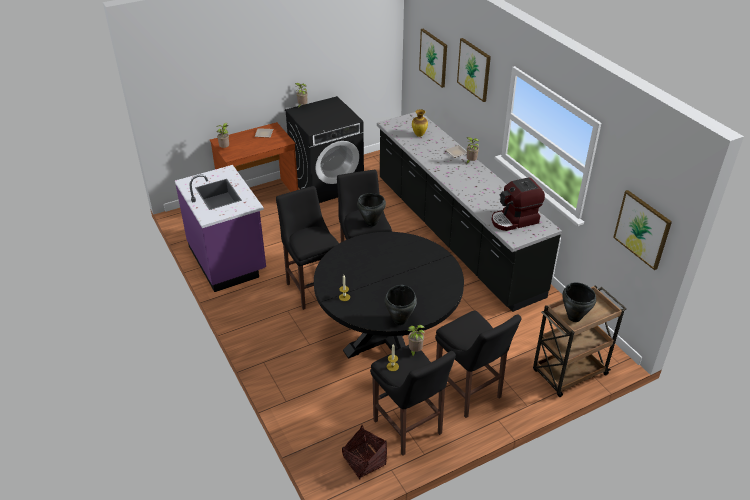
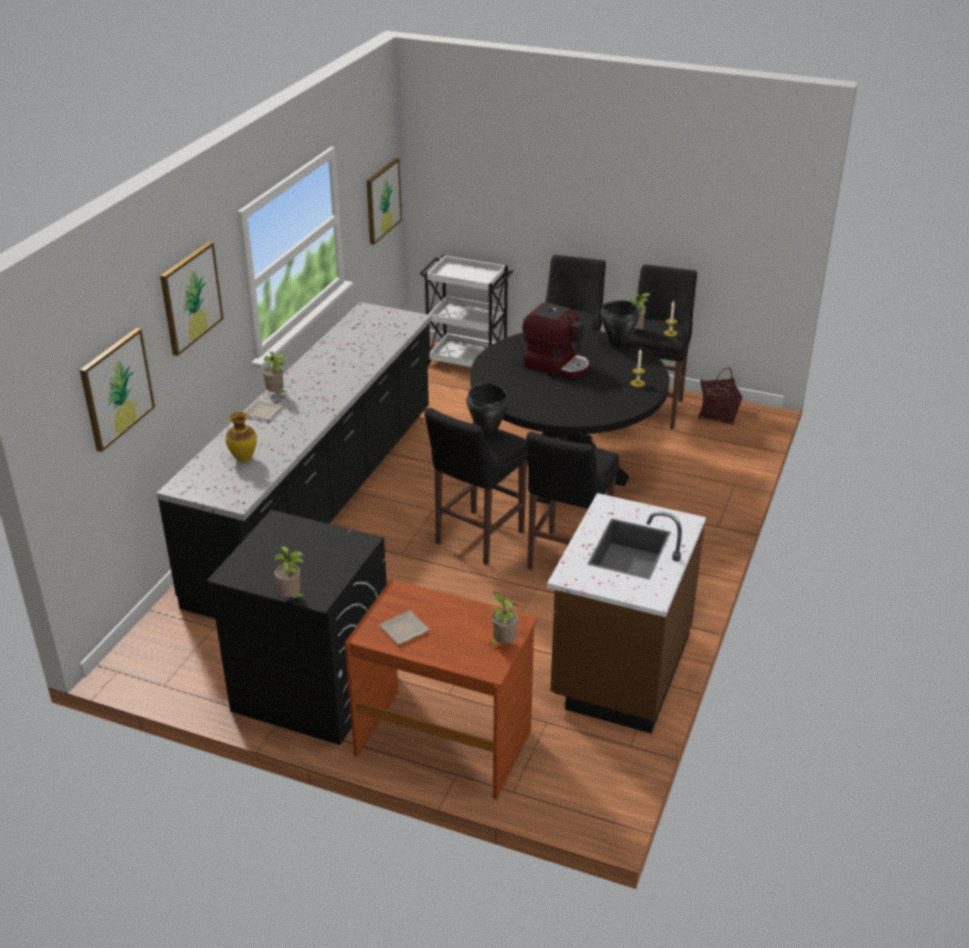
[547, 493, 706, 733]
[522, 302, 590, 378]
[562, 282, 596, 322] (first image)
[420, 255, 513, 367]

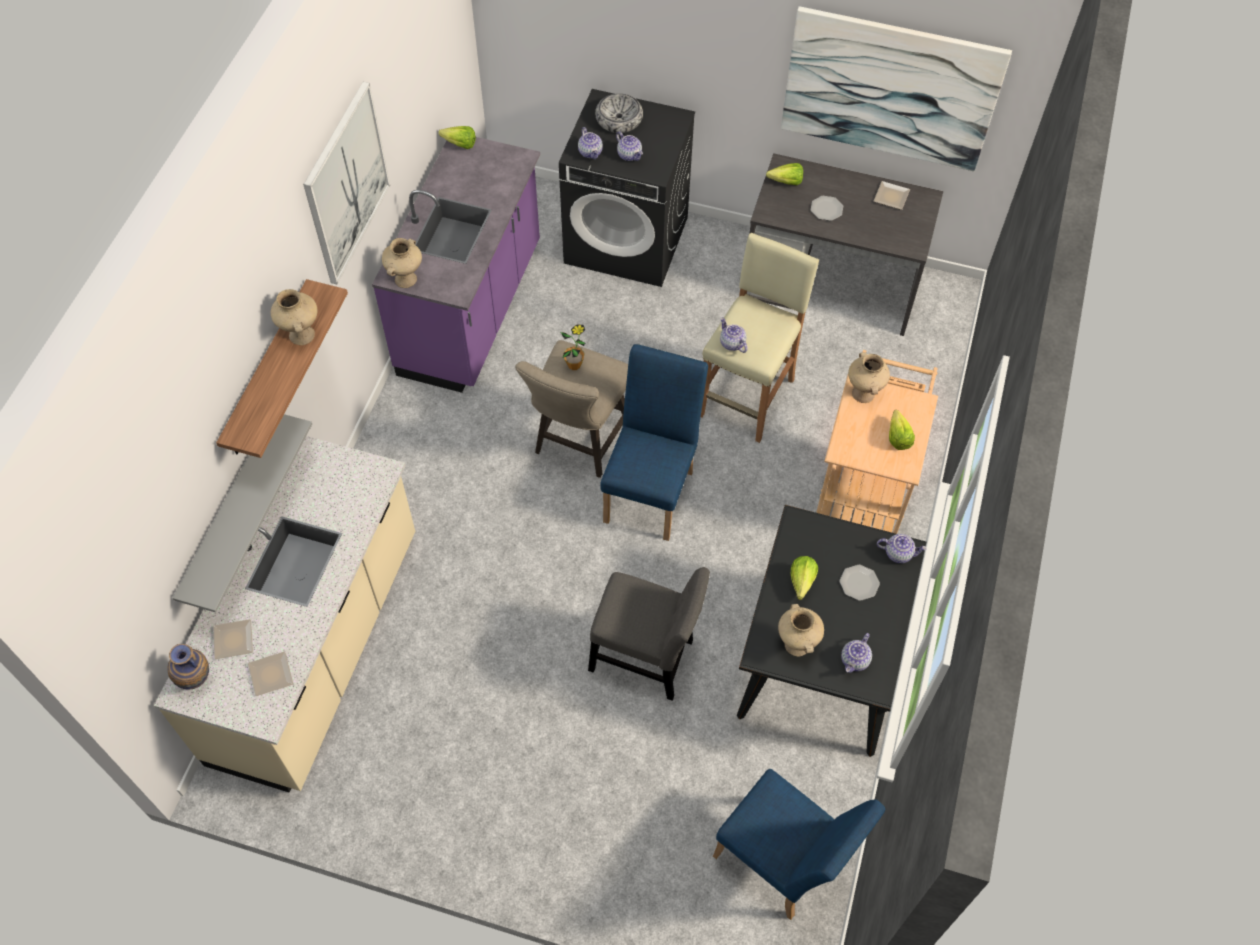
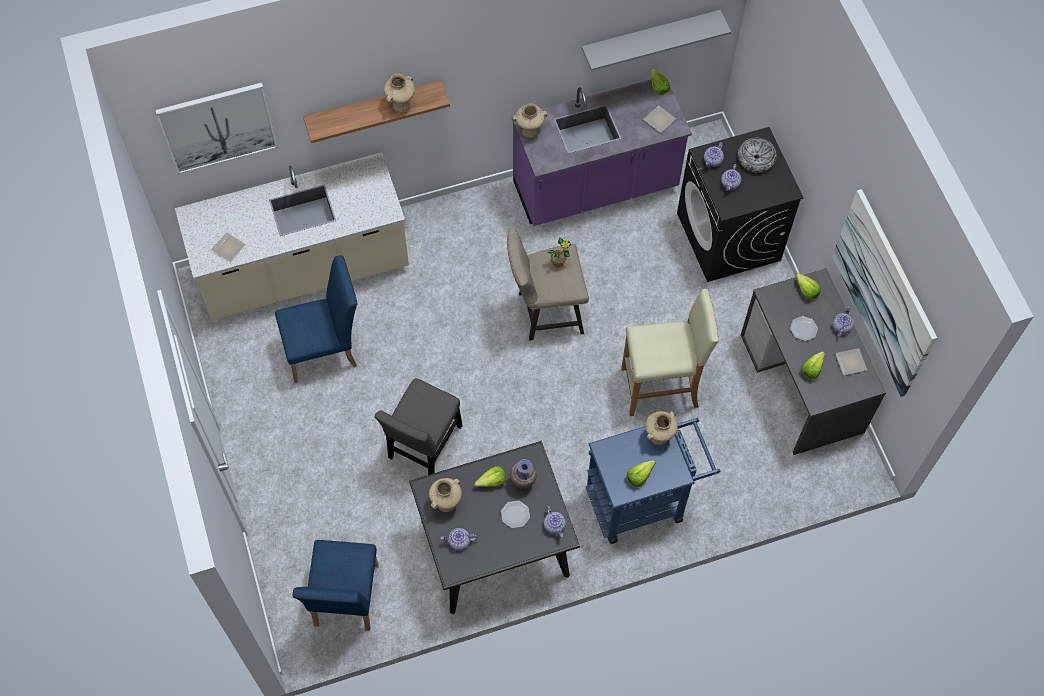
[155, 82, 278, 175]
[833, 306, 854, 338]
[275, 255, 357, 383]
[585, 418, 720, 544]
[582, 10, 731, 71]
[375, 378, 463, 475]
[643, 105, 676, 133]
[510, 459, 537, 489]
[801, 351, 825, 379]

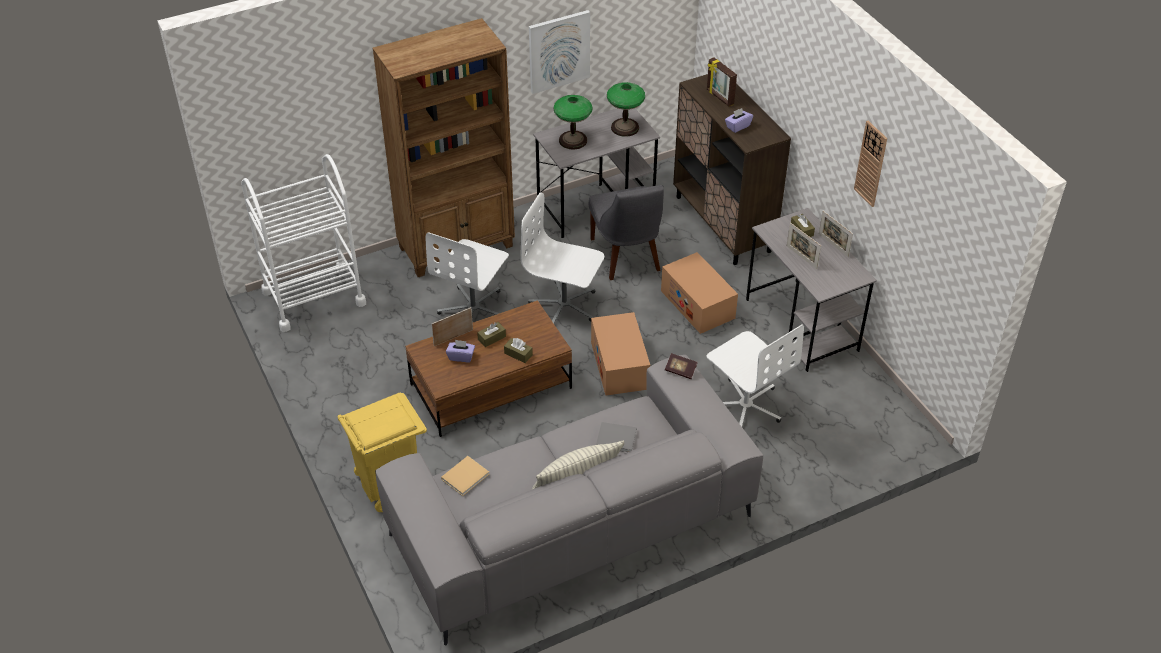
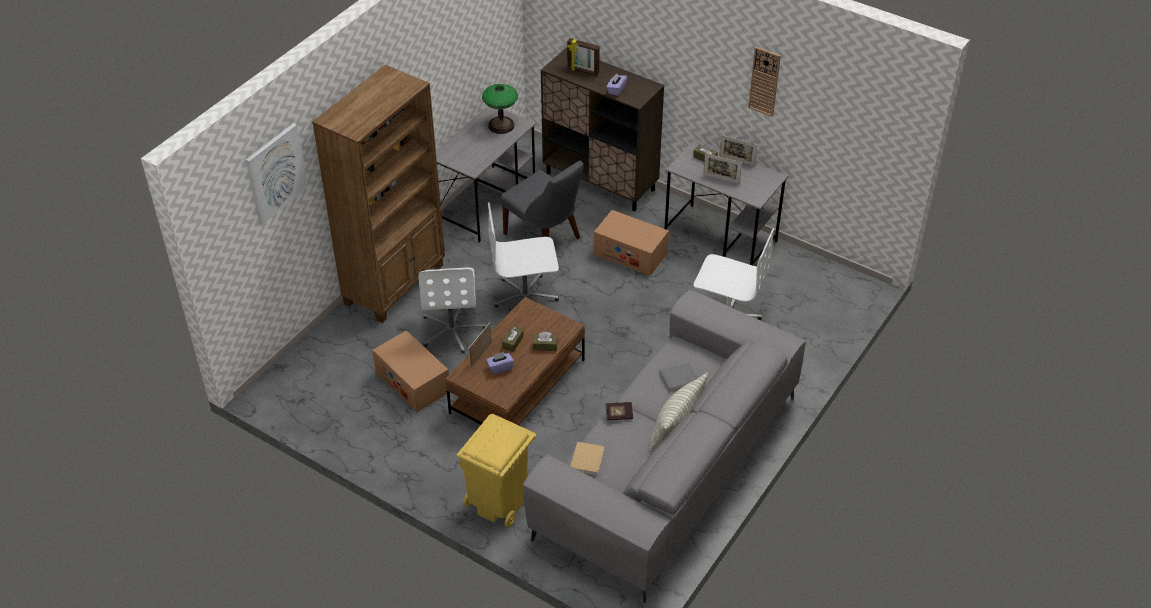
[246, 123, 308, 225]
[553, 95, 593, 150] (first image)
[241, 154, 366, 332] (first image)
[372, 330, 449, 412]
[605, 402, 633, 421]

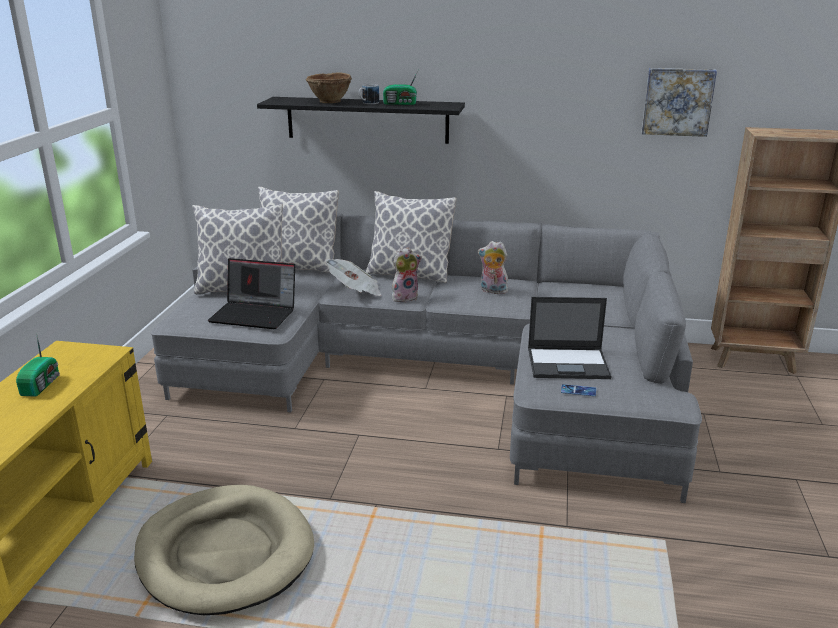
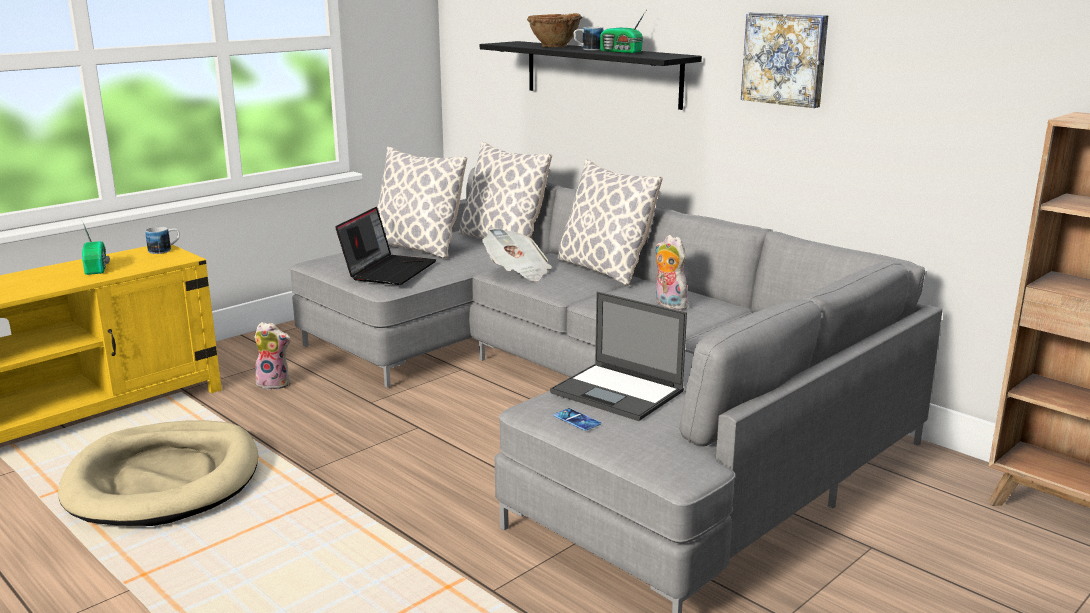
[741, 12, 828, 108]
[254, 322, 291, 390]
[335, 207, 436, 285]
[82, 221, 110, 275]
[145, 227, 180, 254]

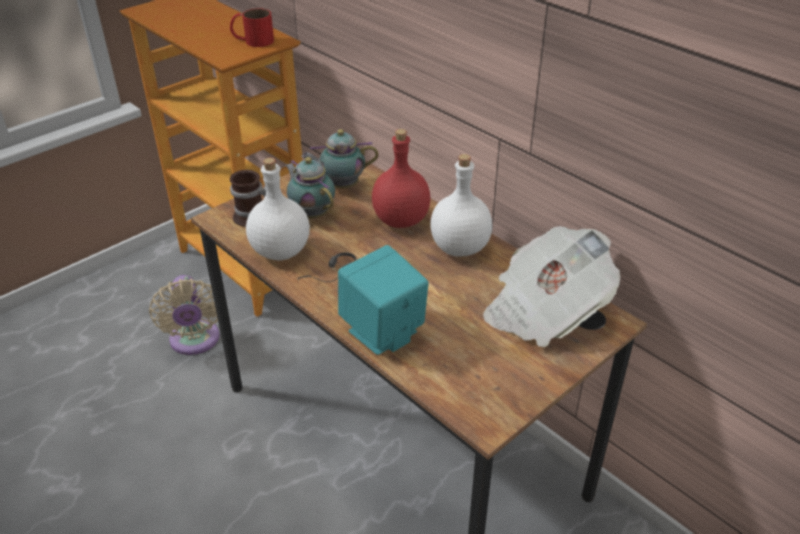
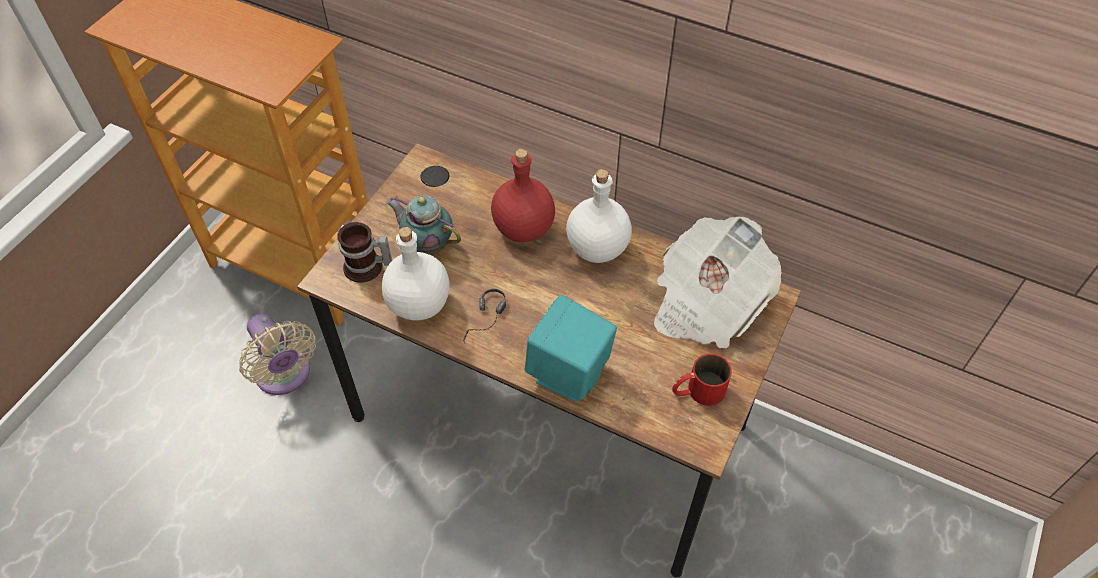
[672, 353, 732, 406]
[301, 129, 379, 188] (first image)

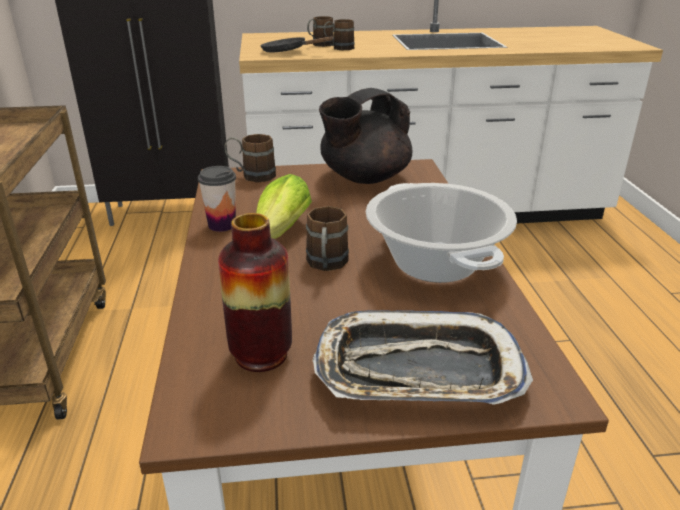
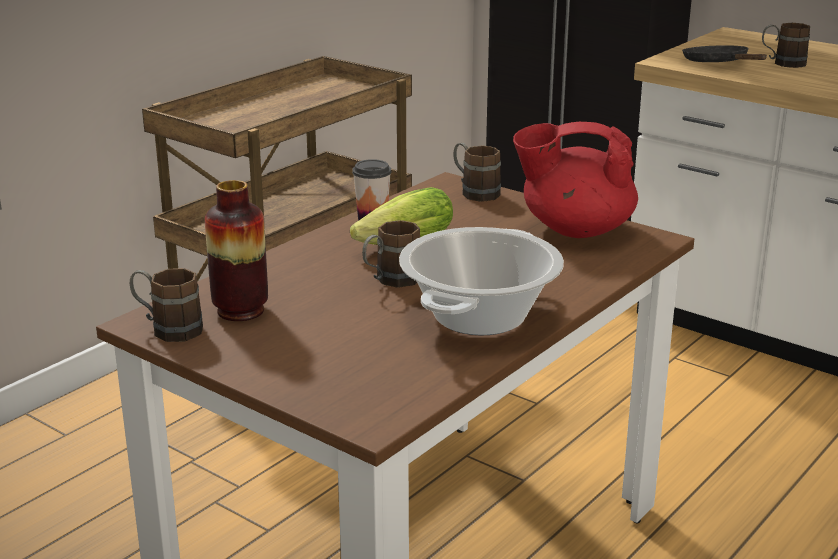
[130, 268, 203, 342]
[513, 122, 638, 238]
[313, 310, 533, 405] (first image)

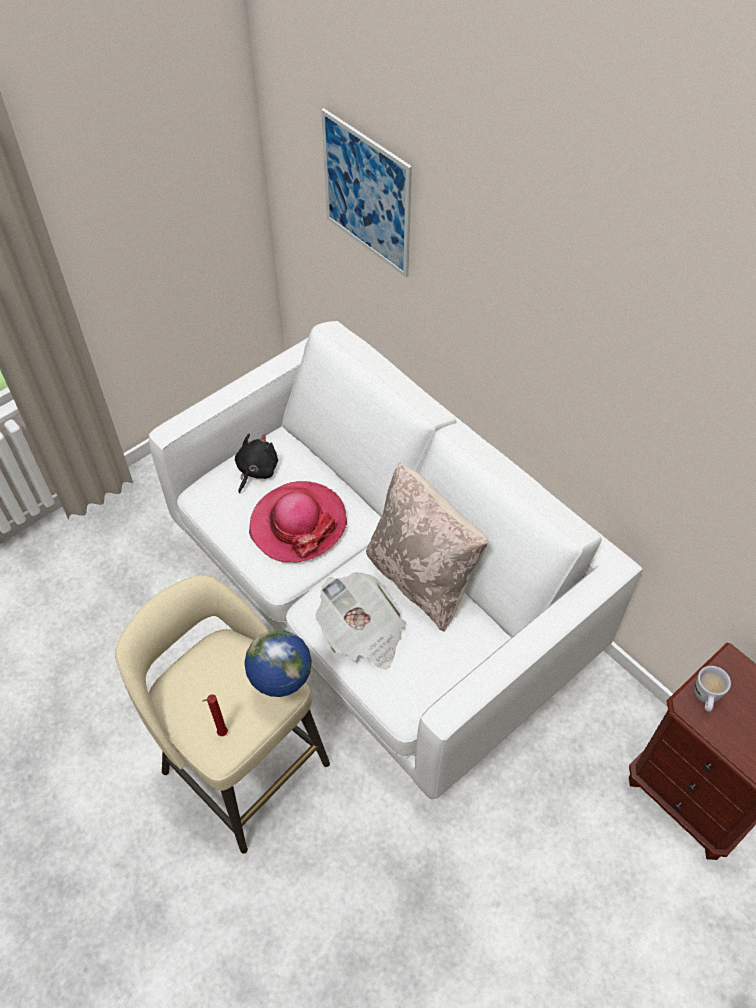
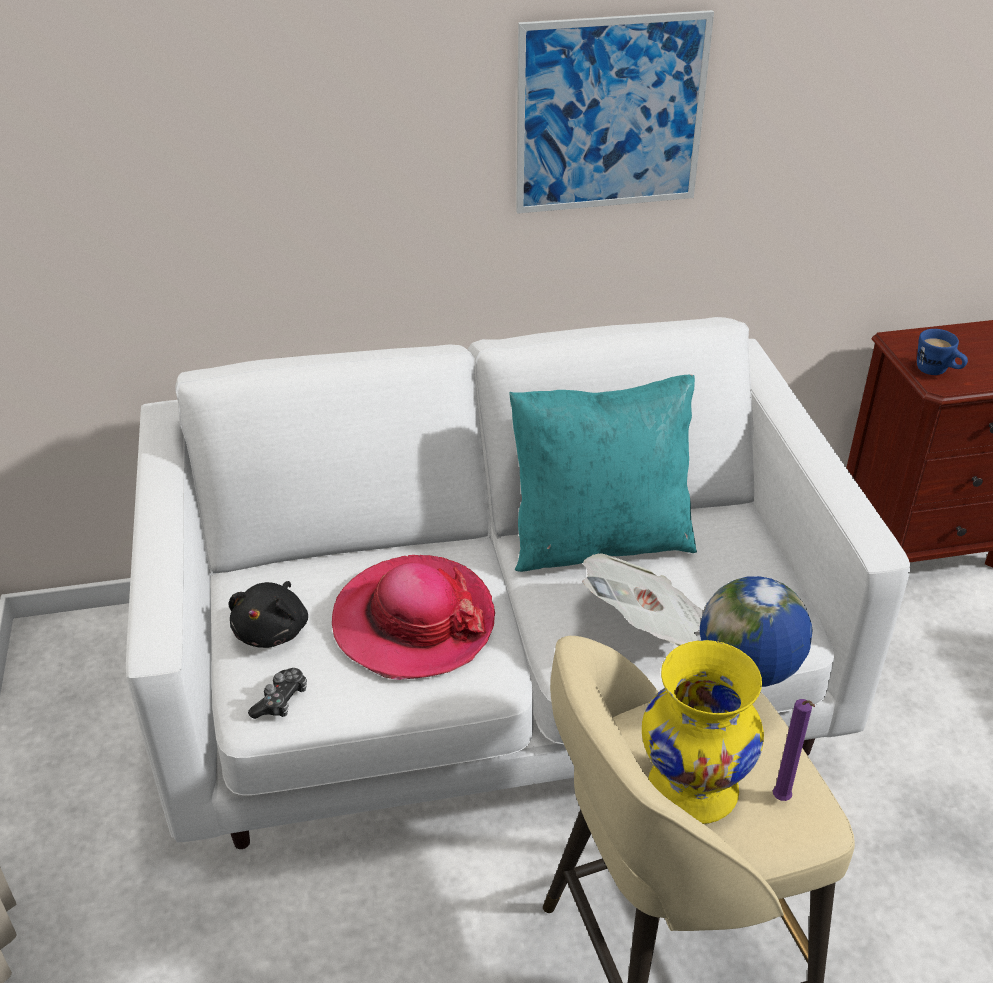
[516, 10, 714, 214]
[229, 581, 308, 648]
[509, 375, 697, 572]
[917, 329, 968, 375]
[773, 699, 815, 801]
[642, 640, 764, 824]
[248, 668, 307, 719]

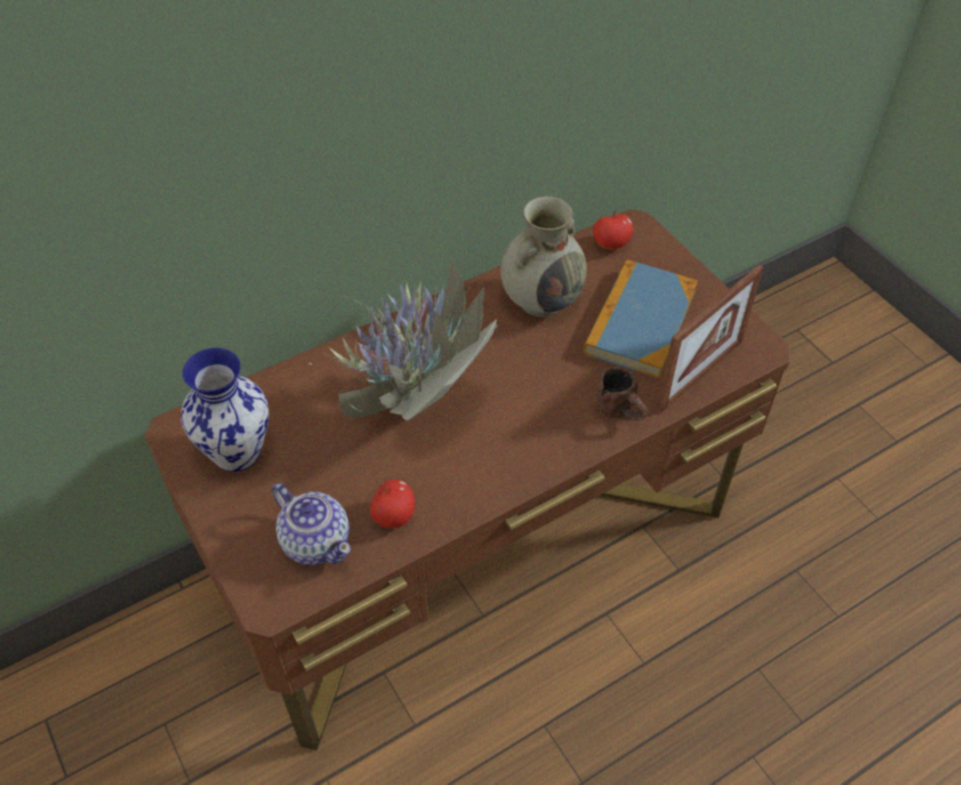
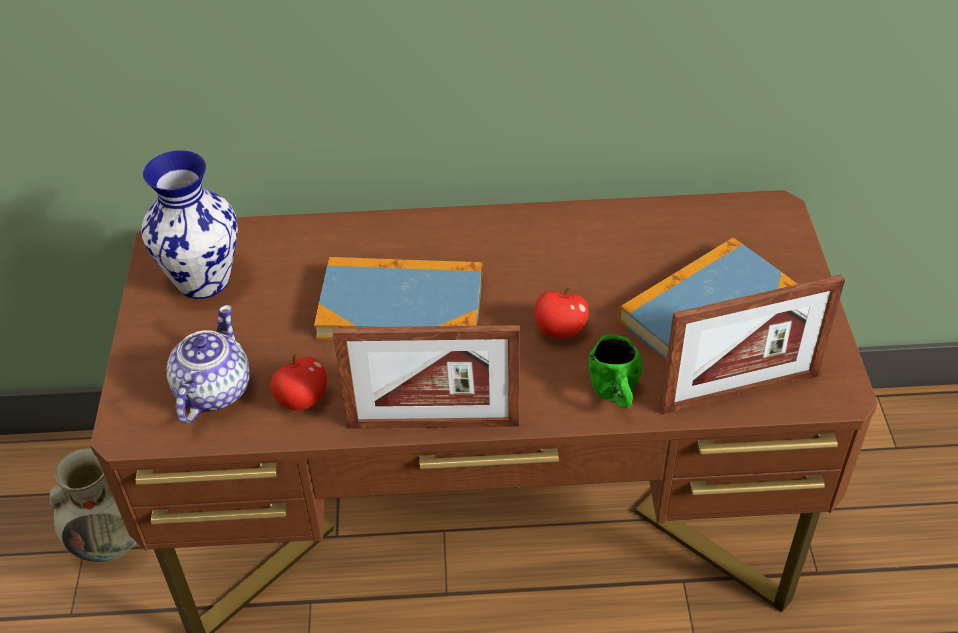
[50, 448, 137, 562]
[535, 287, 589, 338]
[314, 257, 482, 340]
[589, 334, 642, 409]
[167, 305, 250, 424]
[333, 325, 520, 429]

